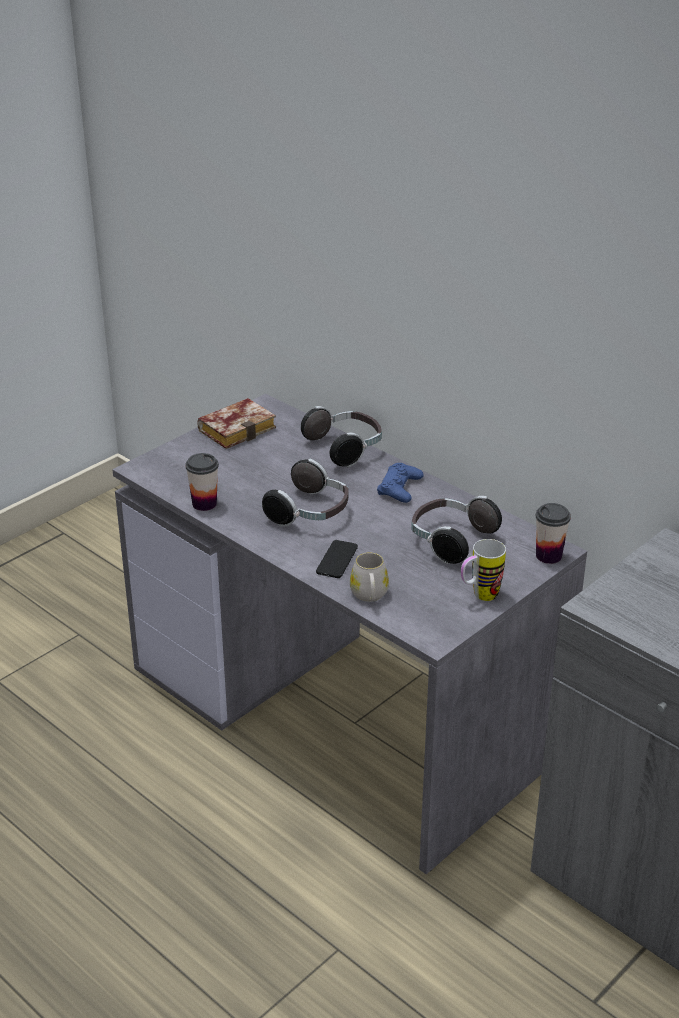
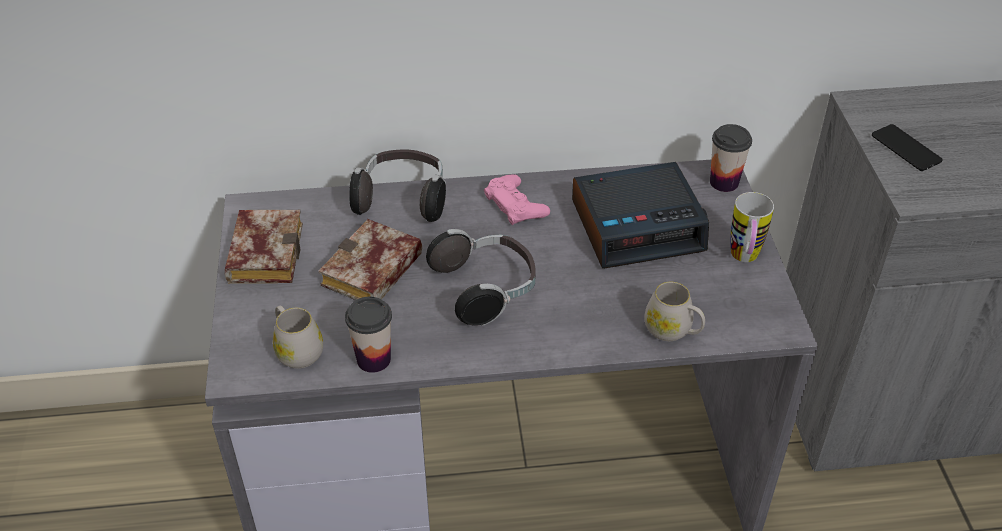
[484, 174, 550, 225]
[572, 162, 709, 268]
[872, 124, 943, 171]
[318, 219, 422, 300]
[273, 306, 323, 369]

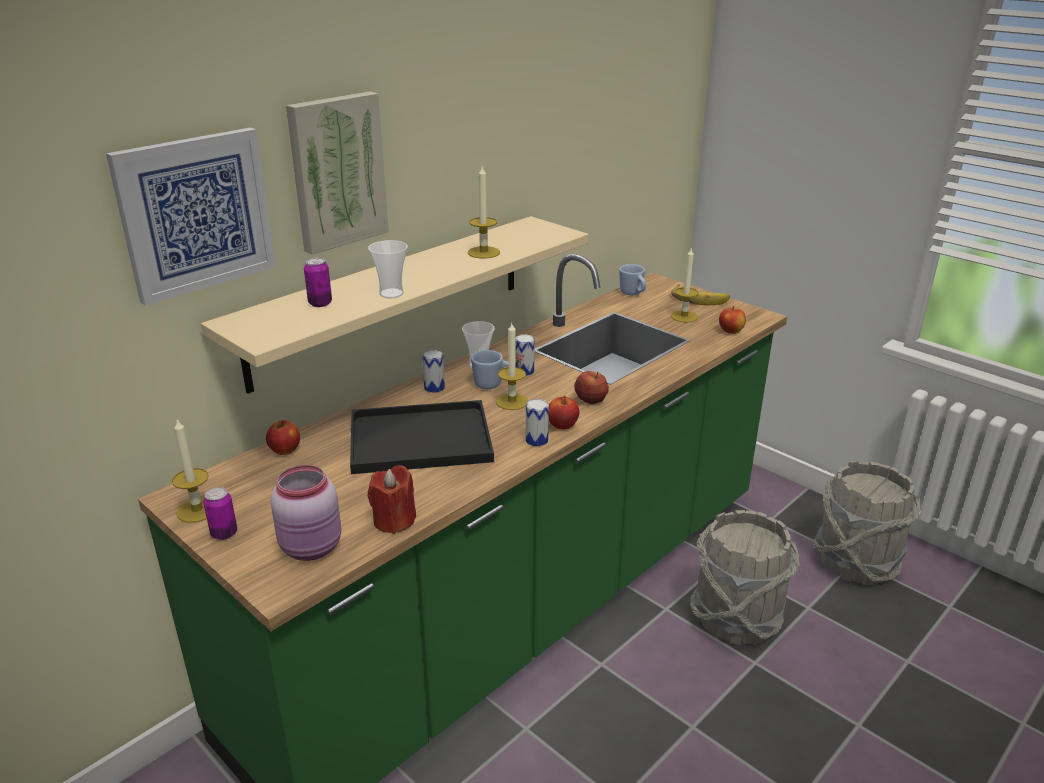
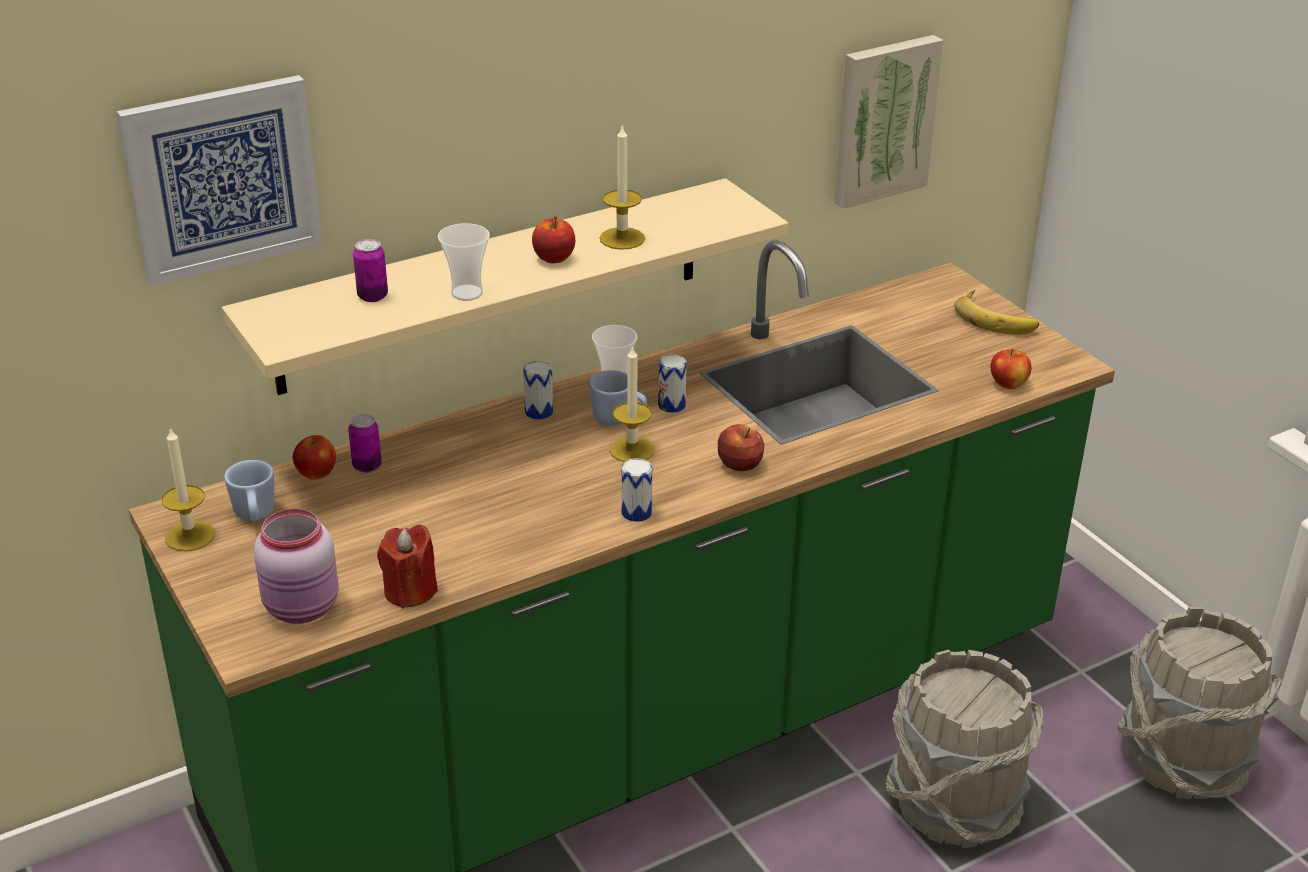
[835, 35, 943, 209]
[671, 247, 699, 323] (first image)
[224, 460, 274, 521]
[532, 217, 575, 263]
[350, 400, 494, 474] (first image)
[348, 414, 382, 473]

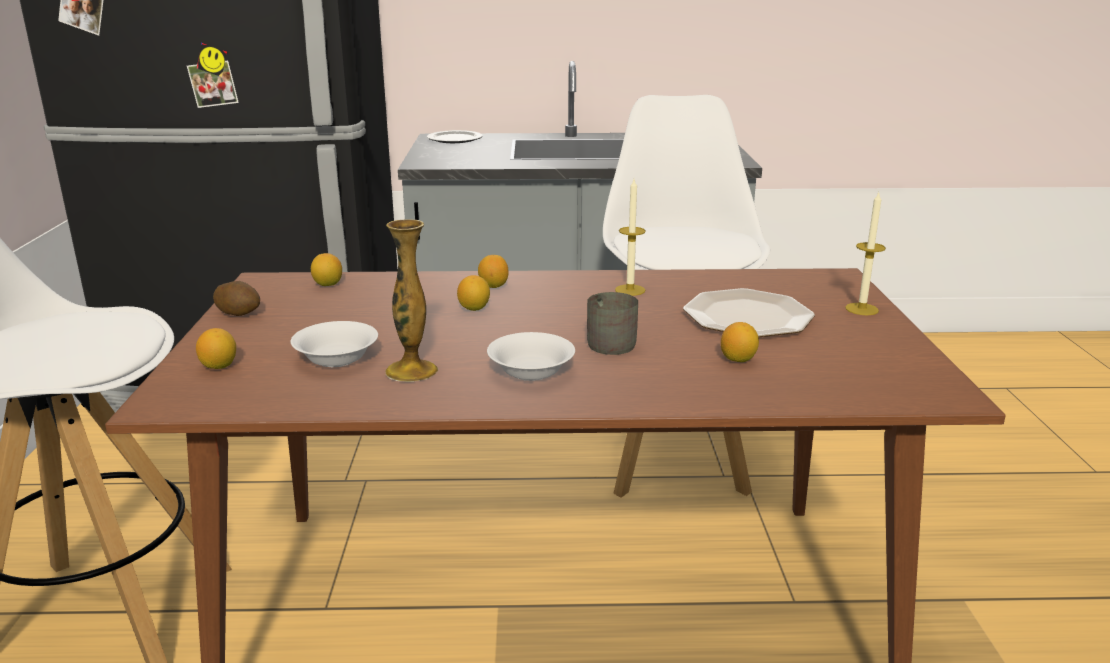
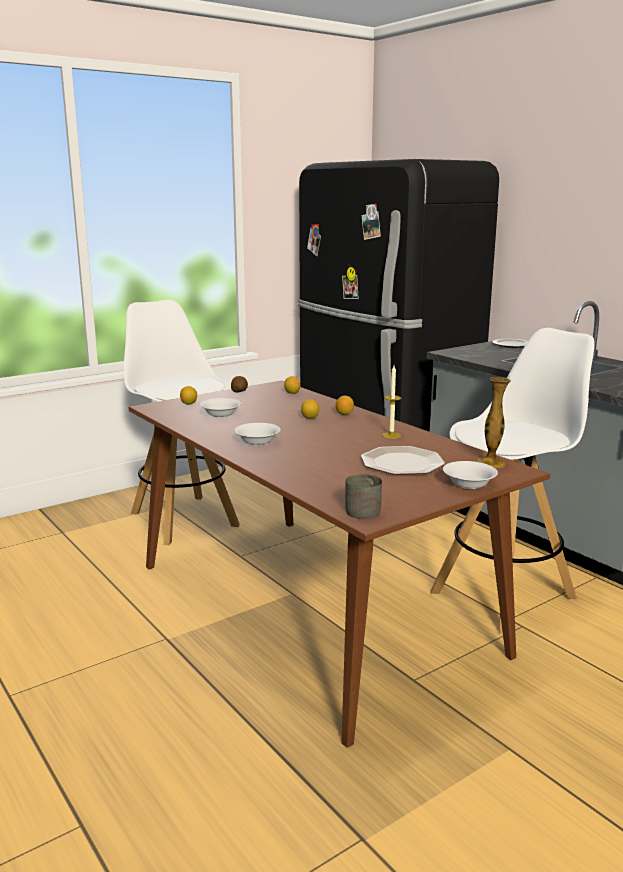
[443, 461, 498, 489]
[475, 377, 511, 468]
[345, 474, 382, 519]
[721, 322, 759, 362] (first image)

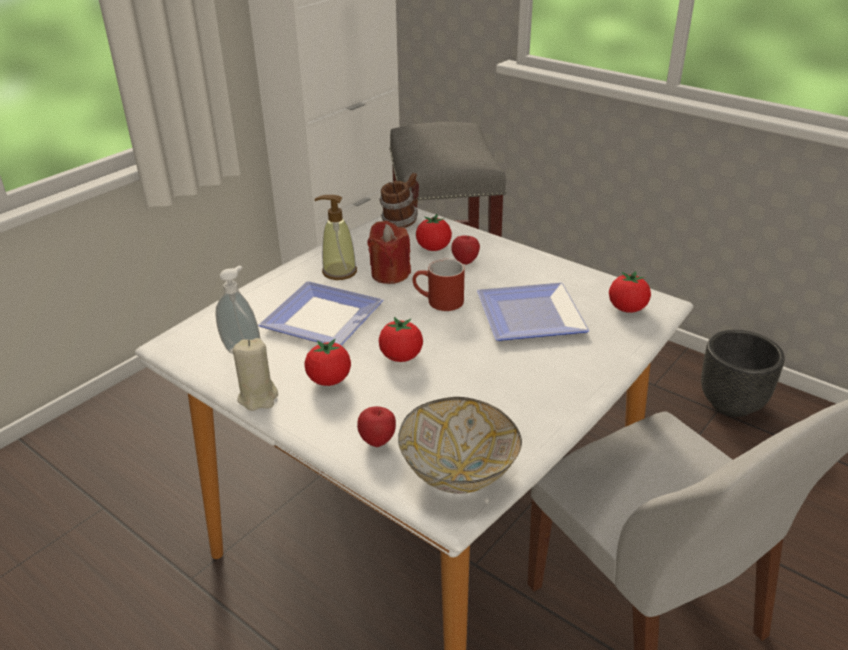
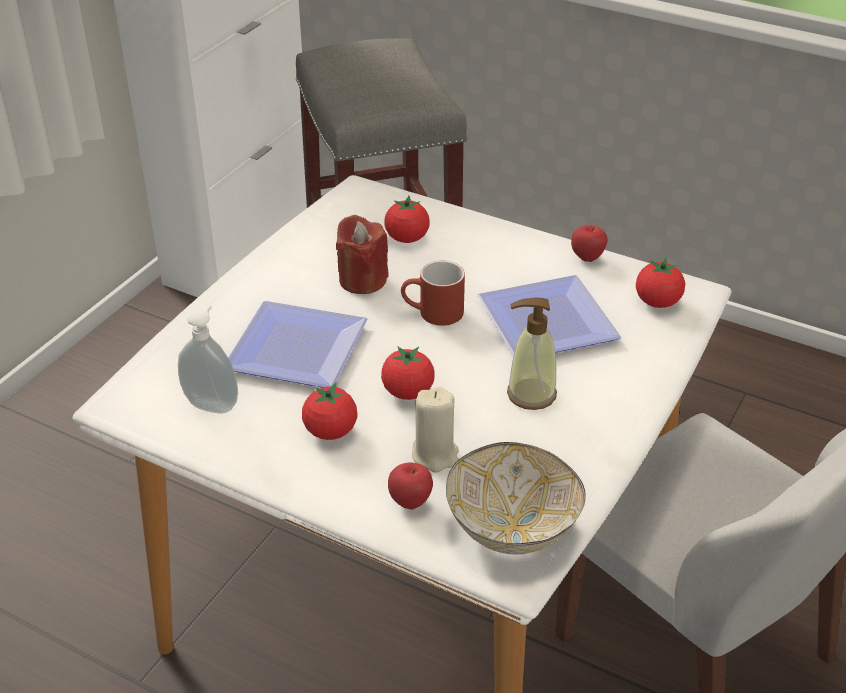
[379, 173, 419, 228] (first image)
[507, 297, 557, 410]
[571, 225, 608, 262]
[701, 330, 785, 417] (first image)
[412, 387, 459, 473]

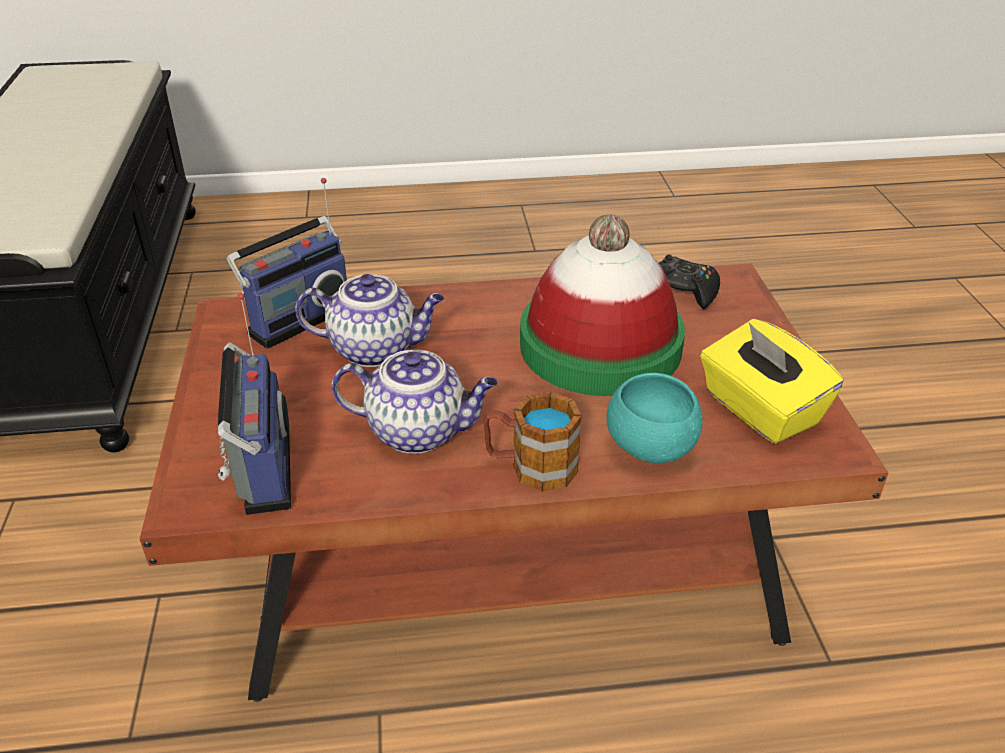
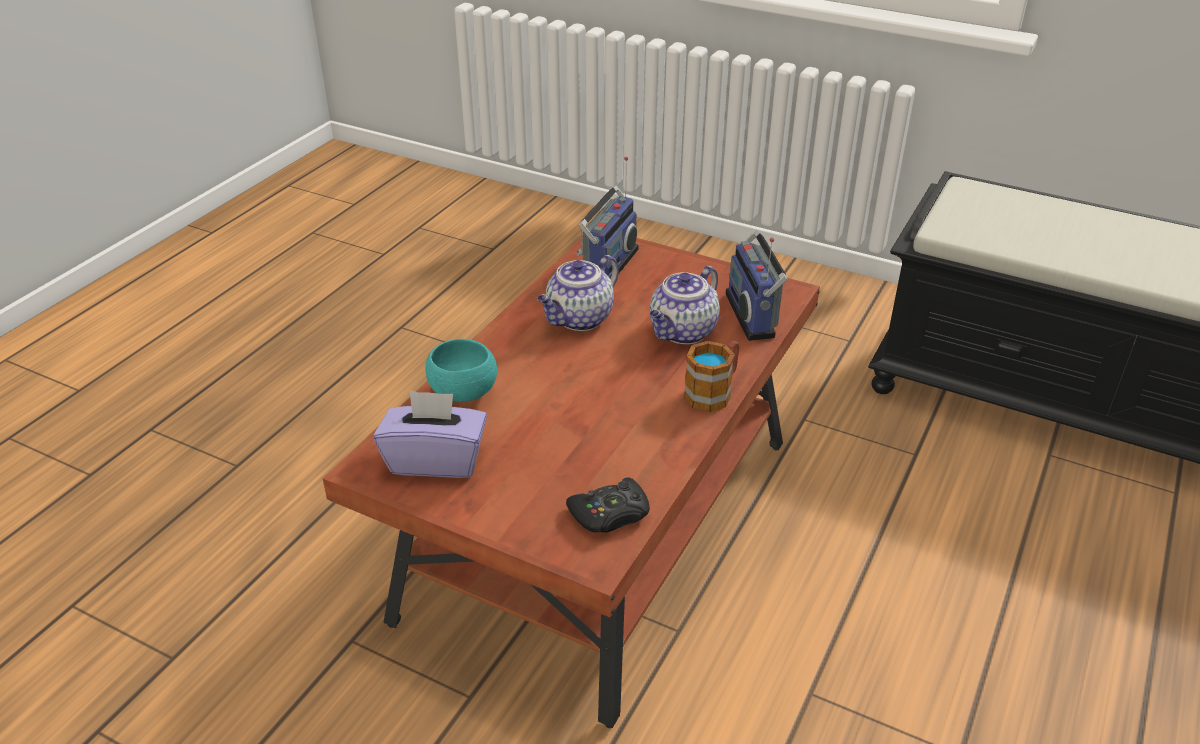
[520, 214, 685, 396] (first image)
[576, 156, 638, 278]
[374, 390, 487, 478]
[684, 341, 739, 412]

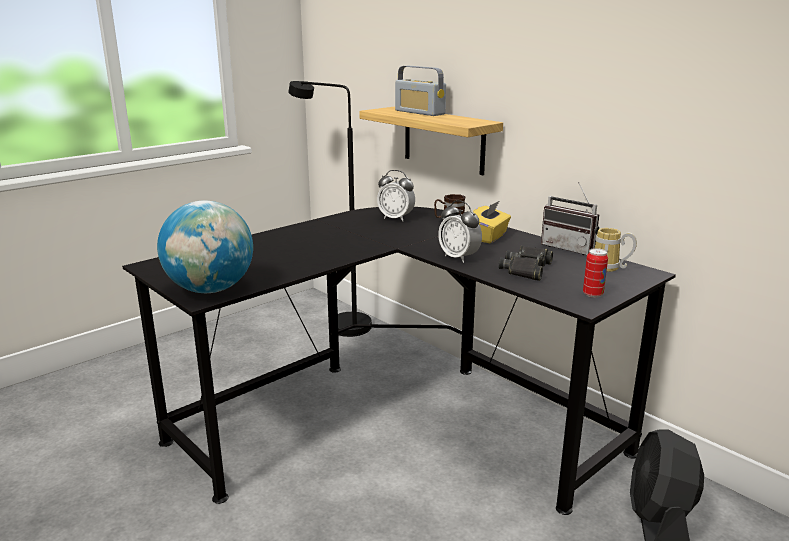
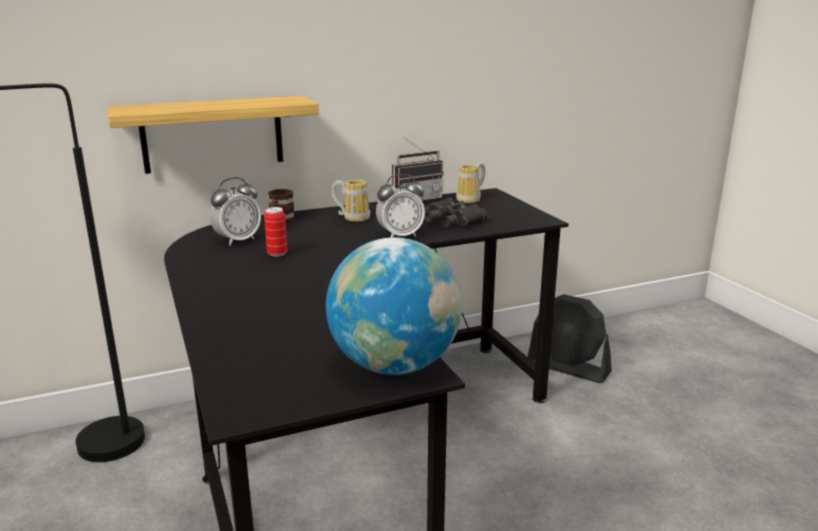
[395, 66, 446, 116] (first image)
[332, 180, 370, 222]
[264, 207, 287, 257]

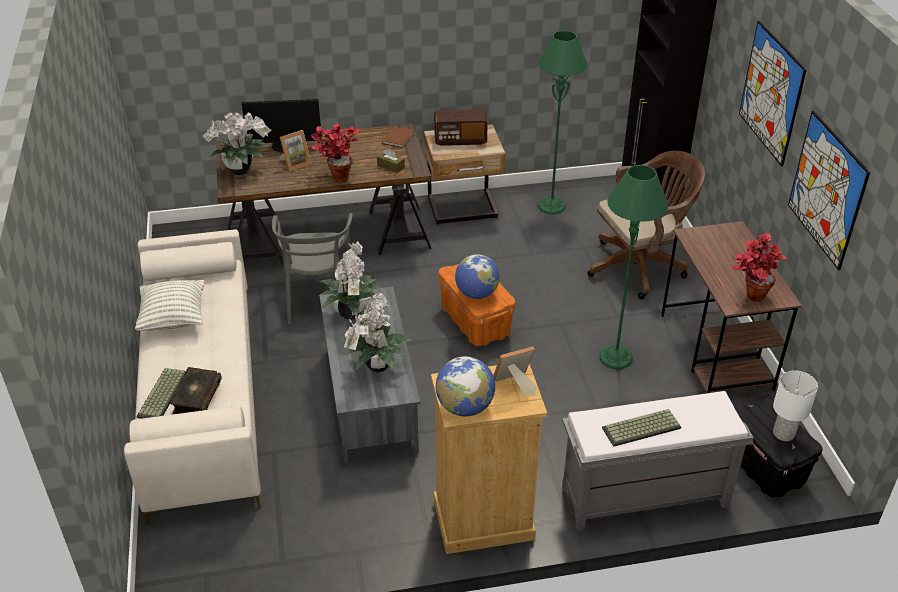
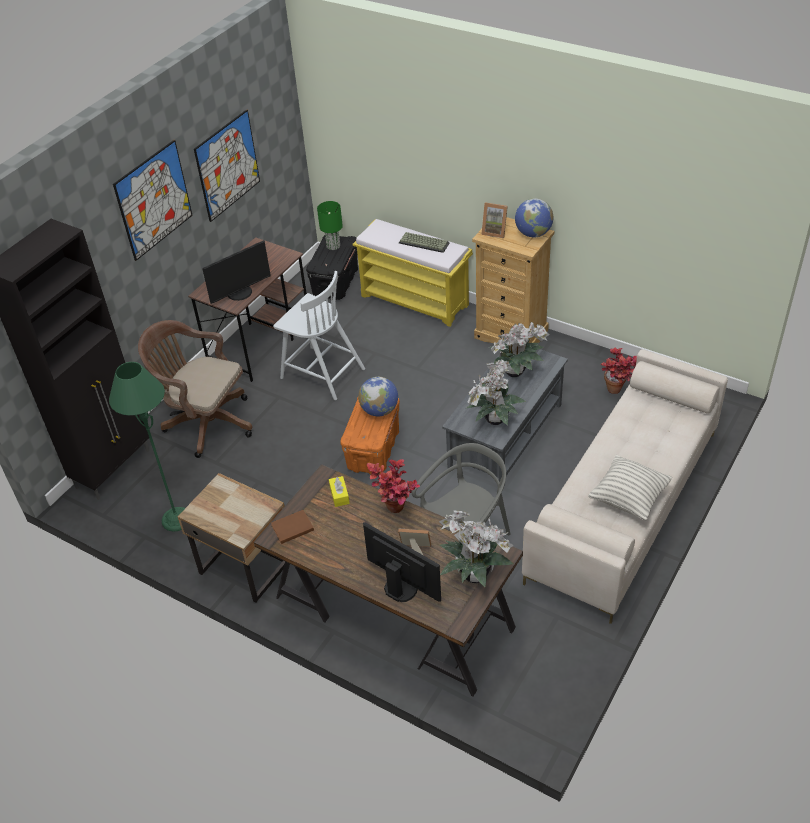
[434, 109, 488, 146] (first image)
[329, 476, 350, 507]
[273, 271, 365, 400]
[601, 348, 637, 394]
[170, 367, 222, 414] (first image)
[136, 368, 186, 419] (first image)
[317, 201, 343, 250]
[353, 219, 473, 327]
[202, 240, 271, 304]

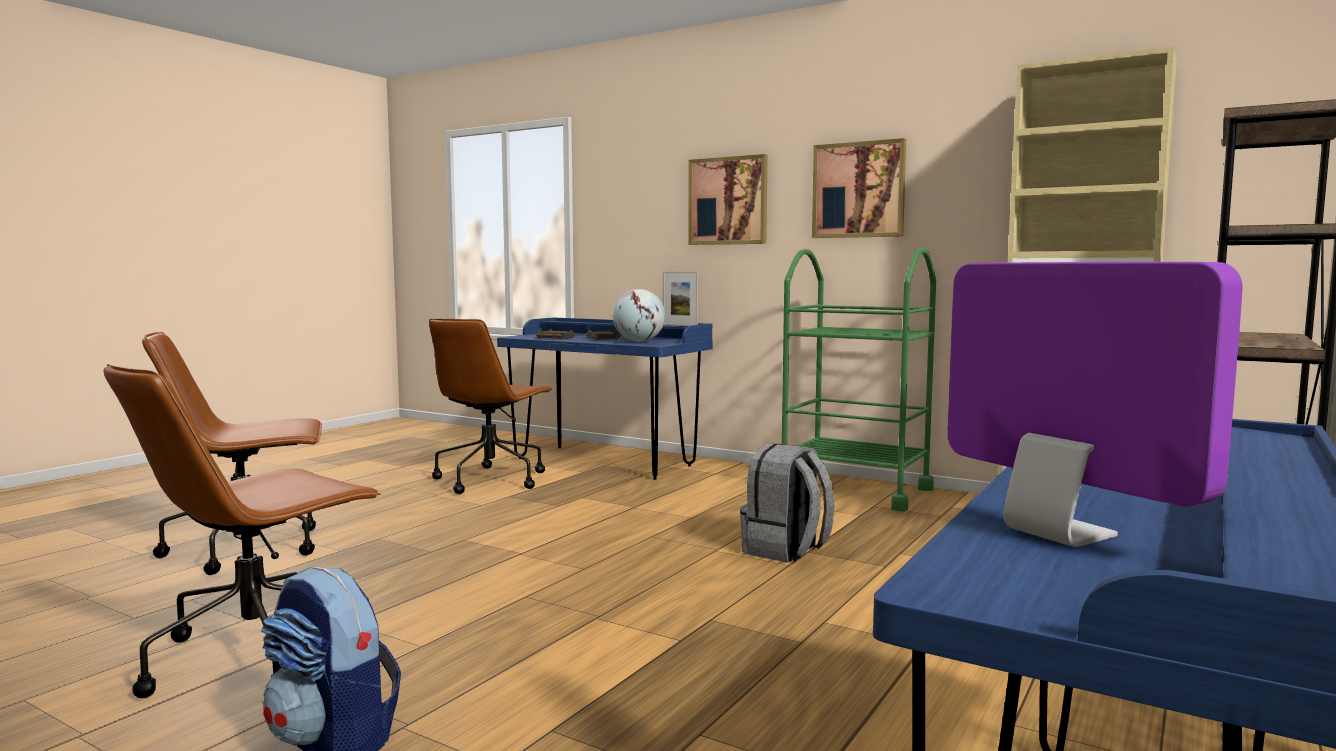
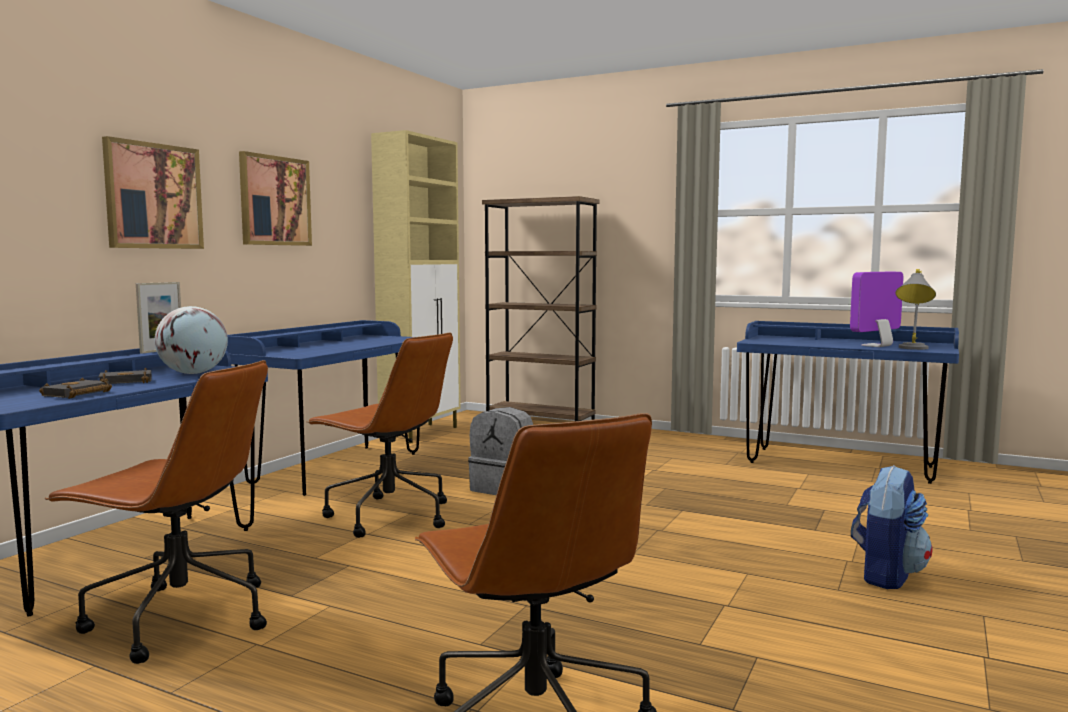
[226, 320, 420, 496]
[307, 333, 453, 538]
[895, 269, 936, 350]

